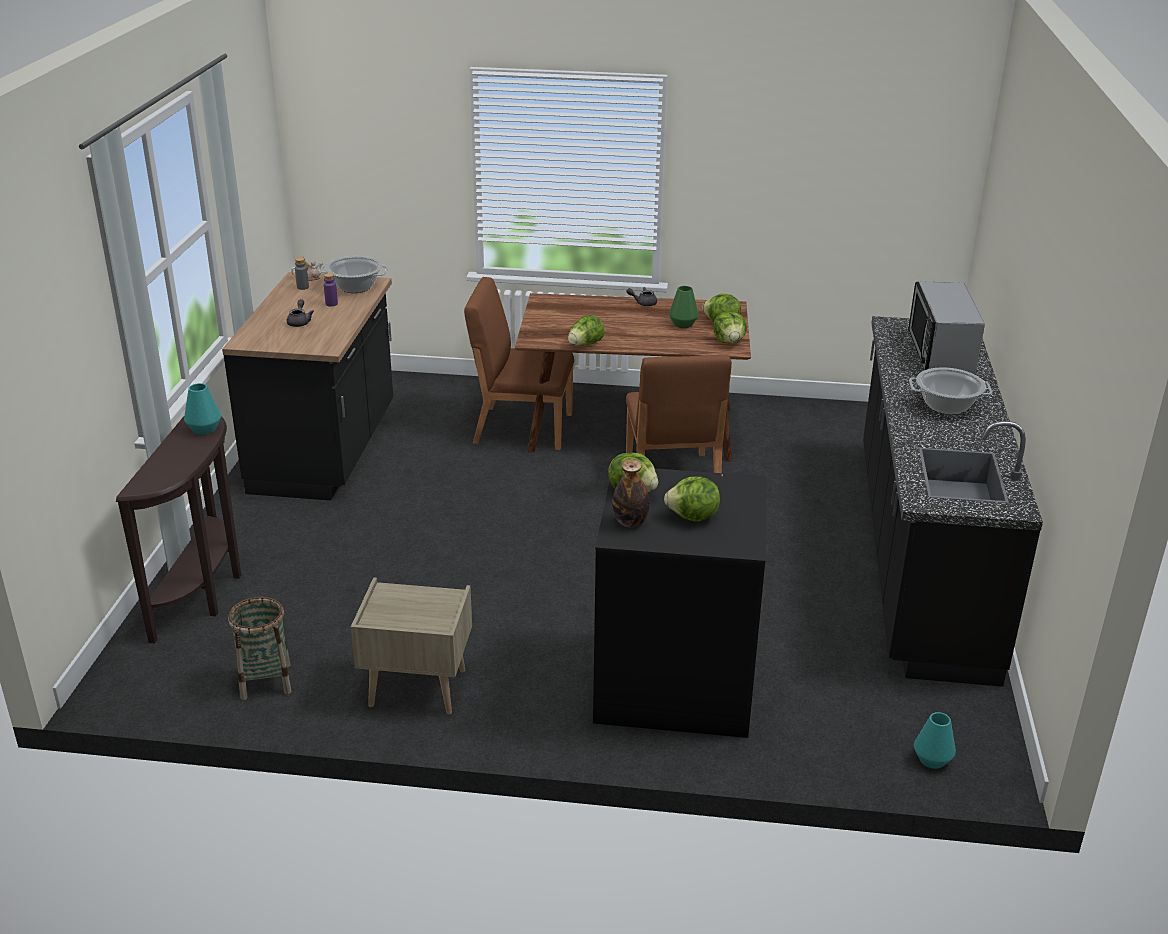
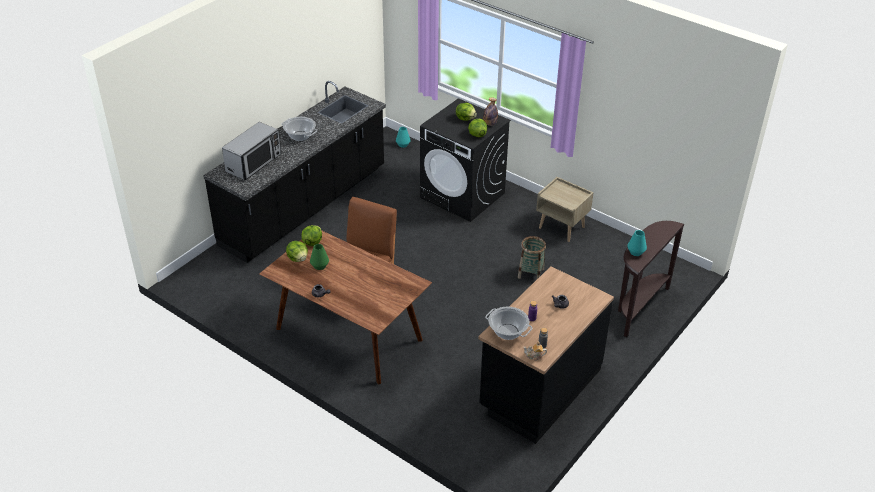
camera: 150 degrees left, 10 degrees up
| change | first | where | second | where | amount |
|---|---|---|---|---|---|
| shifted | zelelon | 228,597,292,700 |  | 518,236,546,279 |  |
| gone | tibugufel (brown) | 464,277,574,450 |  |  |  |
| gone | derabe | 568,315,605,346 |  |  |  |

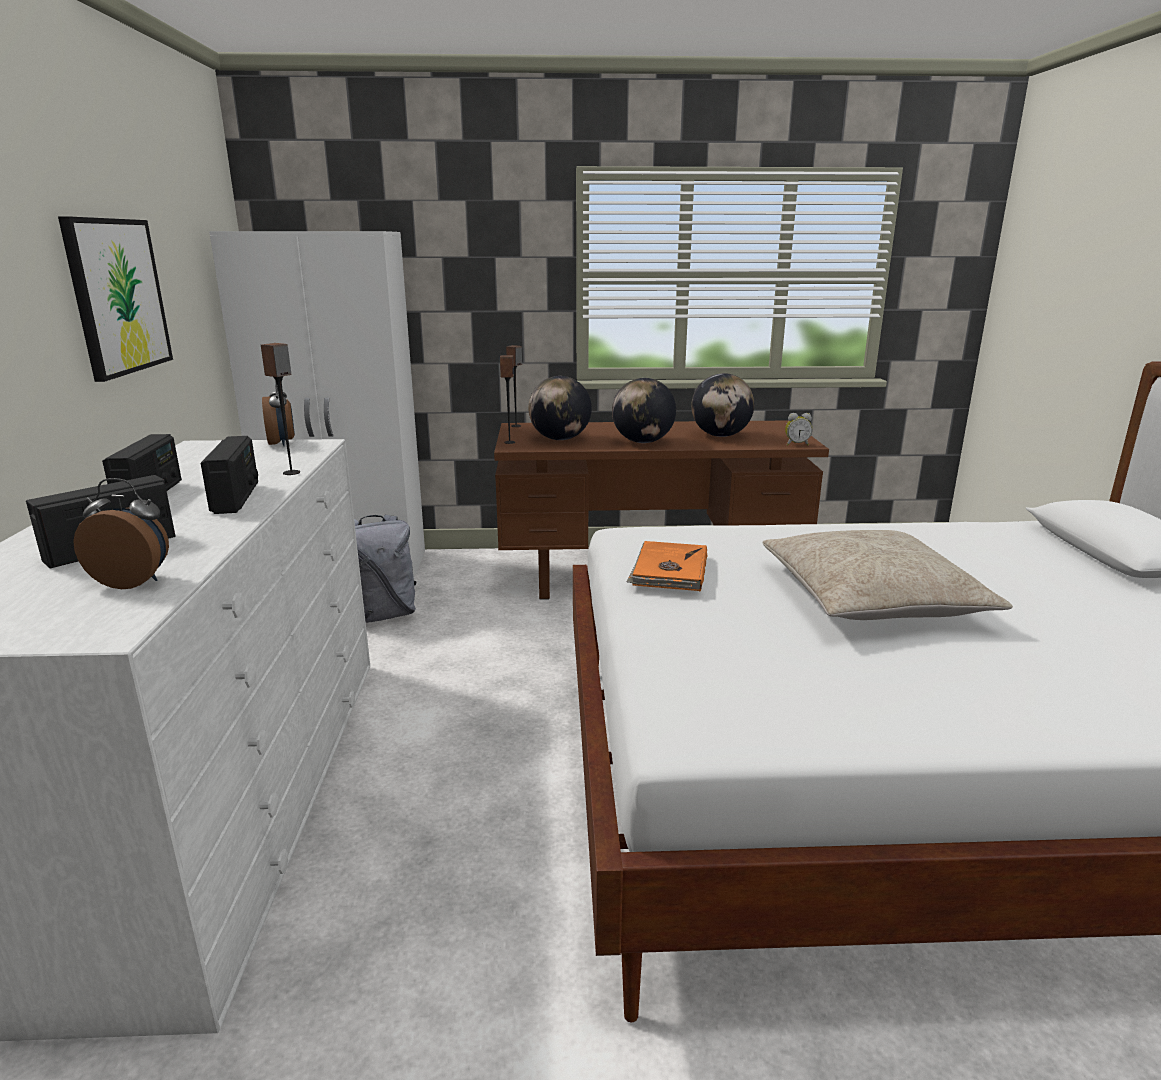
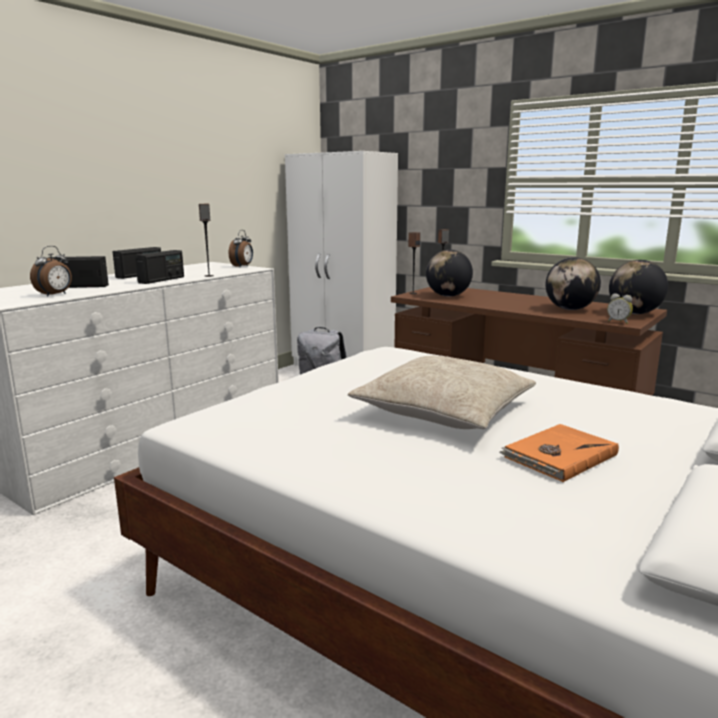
camera: 40 degrees right, 5 degrees down
| change | first | where | second | where | amount |
|---|---|---|---|---|---|
| gone | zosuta | 58,216,173,382 |  |  |  |
| rotated | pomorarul | 73,478,169,589 |  | 30,246,72,297 | 75 degrees clockwise |
| shifted | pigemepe | 612,378,676,443 |  | 609,260,668,314 |  |
| shifted | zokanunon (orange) | 626,541,707,591 |  | 499,424,619,482 |  |

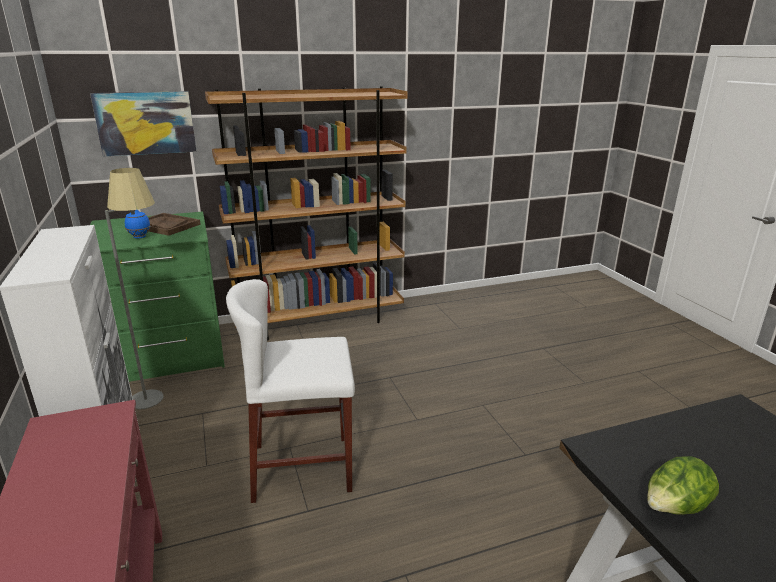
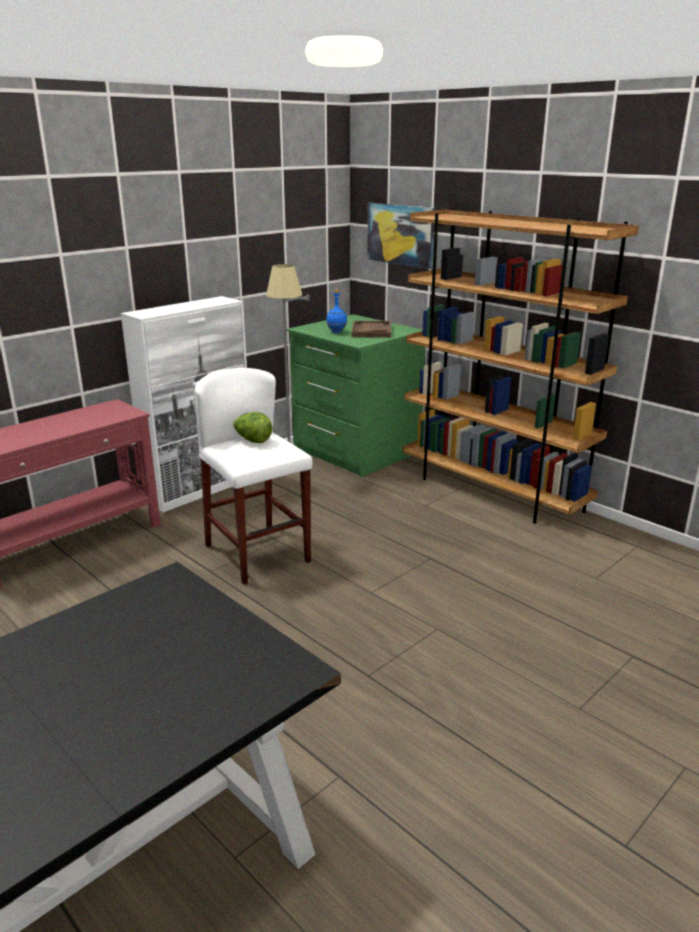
camera: 65 degrees right, 0 degrees up
| change | first | where | second | where | amount |
|---|---|---|---|---|---|
| shifted | derabe | 647,456,719,515 |  | 233,412,272,443 |  |

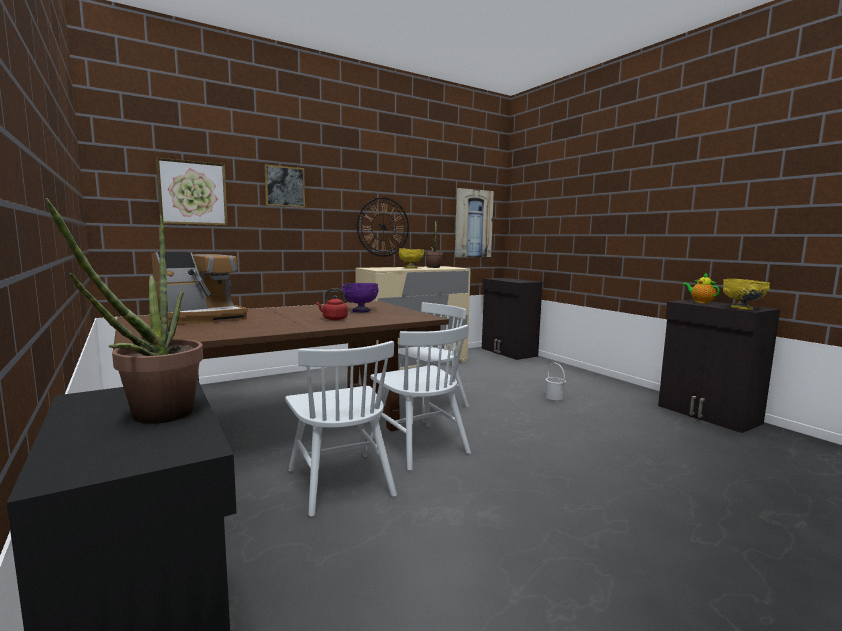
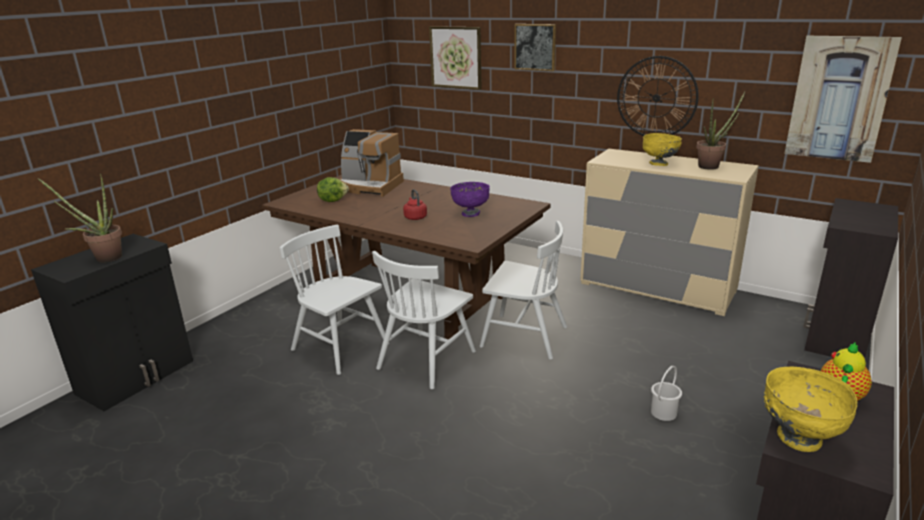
camera: 65 degrees right, 15 degrees up
| change | first | where | second | where | amount |
|---|---|---|---|---|---|
| rotated | tibugufel (white) | 285,341,397,517 |  | 280,225,389,375 | 90 degrees clockwise |
| new |  |  | derabe | 317,177,349,202 |  |

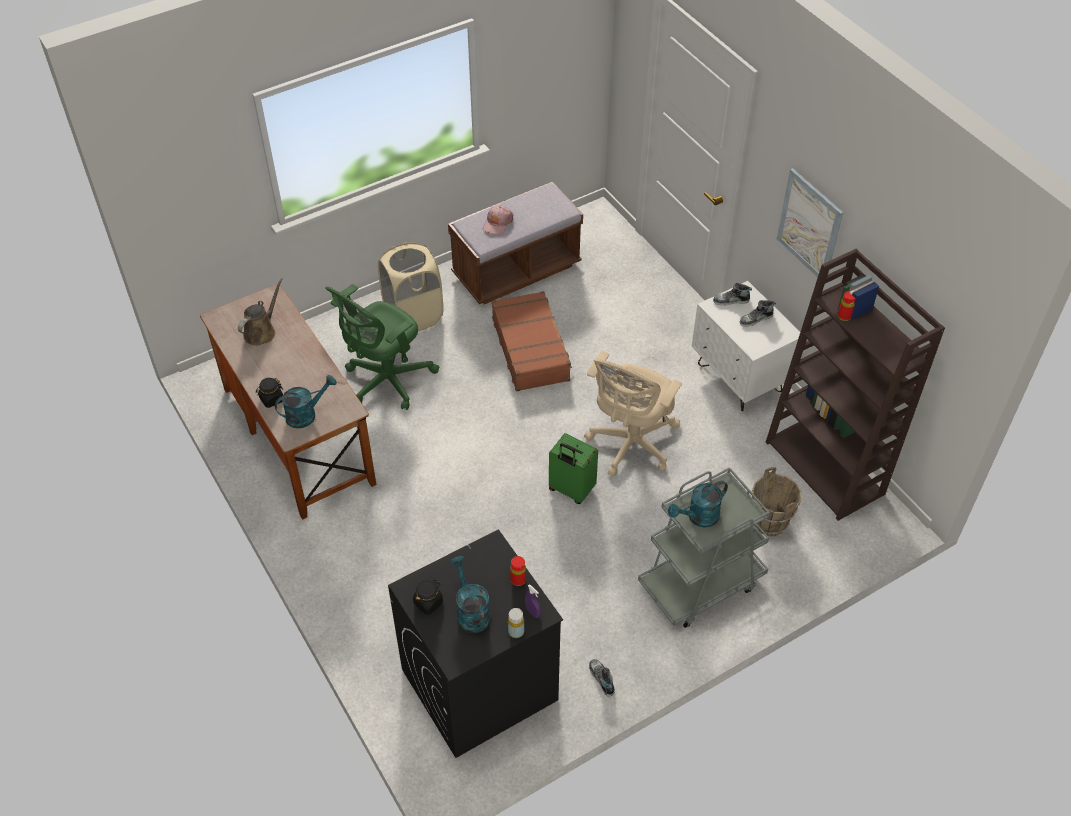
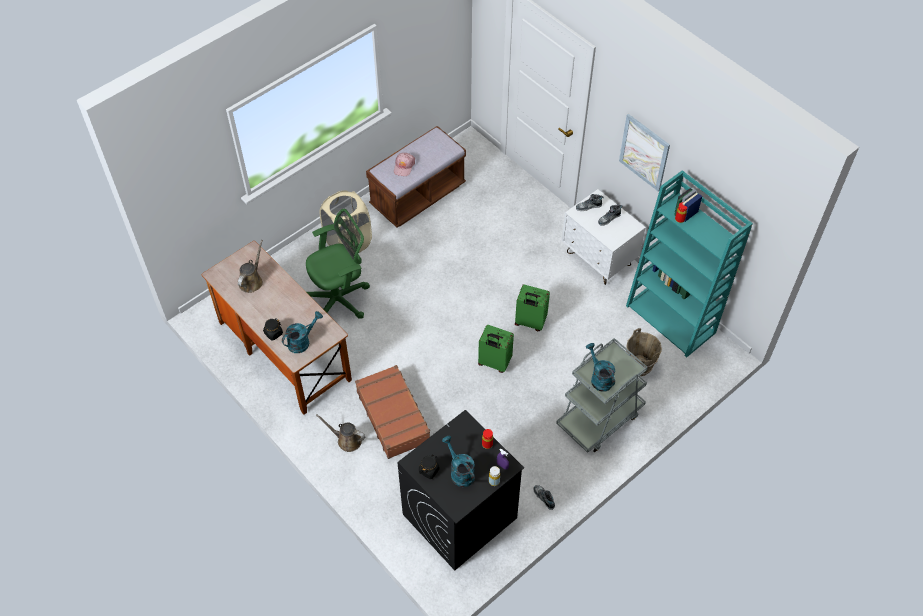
camera: 10 degrees left, 5 degrees up
| change | first | where | second | where | amount |
|---|---|---|---|---|---|
| rotated | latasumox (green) | 325,284,439,410 |  | 306,208,370,319 | 150 degrees counterclockwise |
| shifted | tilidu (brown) | 492,291,572,392 |  | 355,365,430,459 |  |
| swapped | latasumox (beige) | 584,351,682,477 | tilidu (green) | 515,284,550,331 |  |
| rotated | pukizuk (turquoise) | 668,480,728,528 |  | 586,343,615,392 | 105 degrees clockwise |
| repainted | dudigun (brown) | 765,249,945,521 | dudigun (turquoise) | 626,170,753,358 |  |
| new |  |  | pukizuk (brown) | 316,415,365,452 |  |

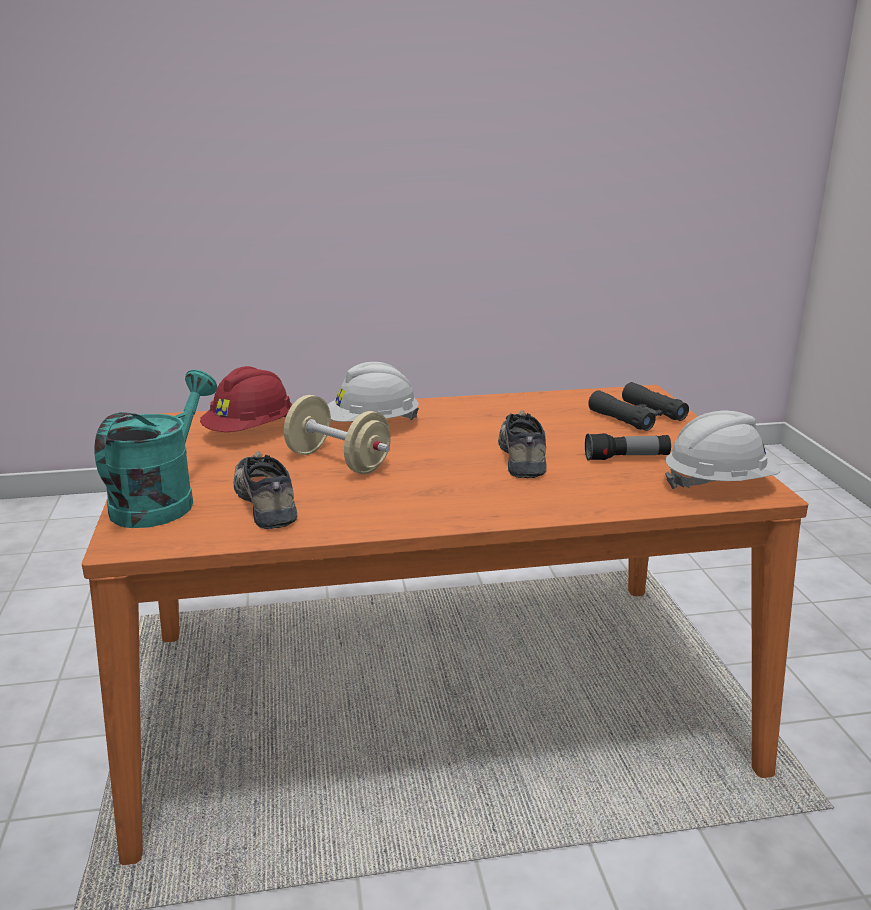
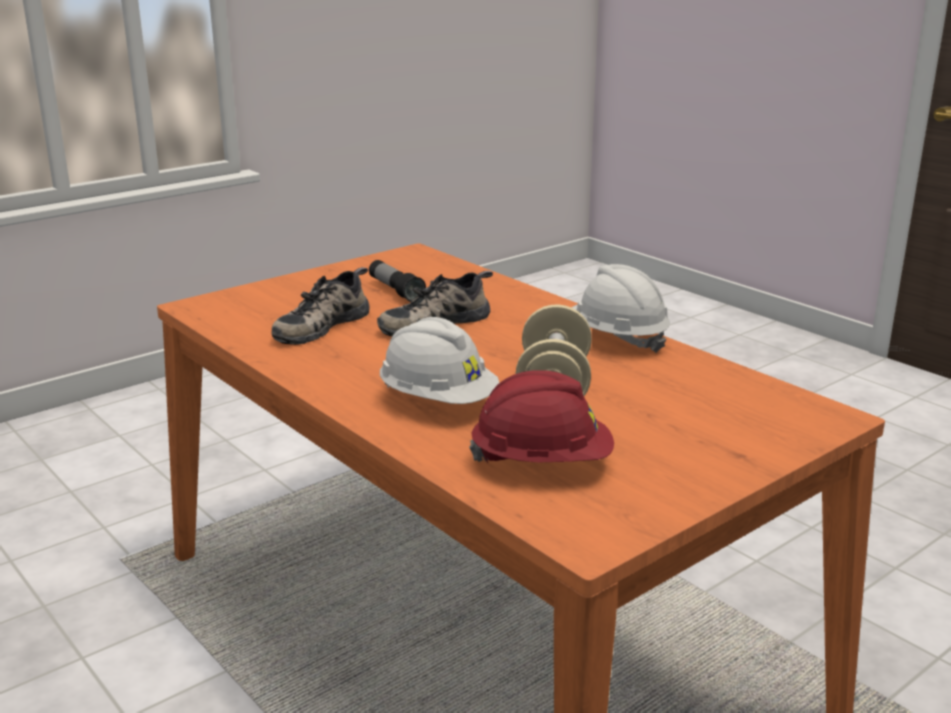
camera: 120 degrees left, 0 degrees up
| change | first | where | second | where | amount |
|---|---|---|---|---|---|
| gone | pukizuk (turquoise) | 95,370,217,528 |  |  |  |
| shifted | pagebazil | 233,451,297,529 |  | 272,267,369,345 |  |
| gone | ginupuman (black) | 588,382,689,431 |  |  |  |
| shifted | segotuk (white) | 665,411,781,489 |  | 571,264,670,353 |  |

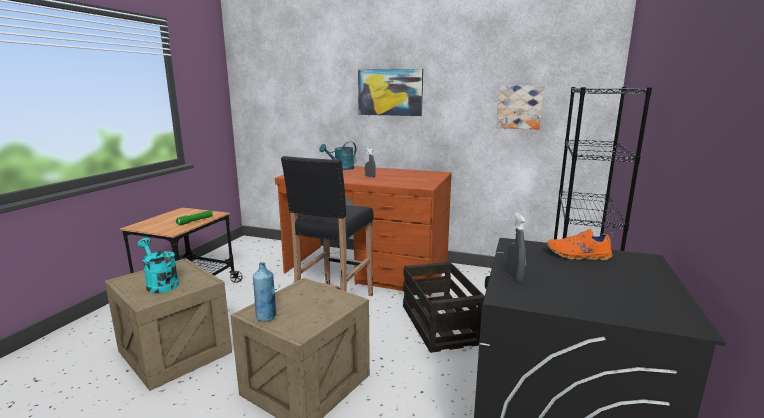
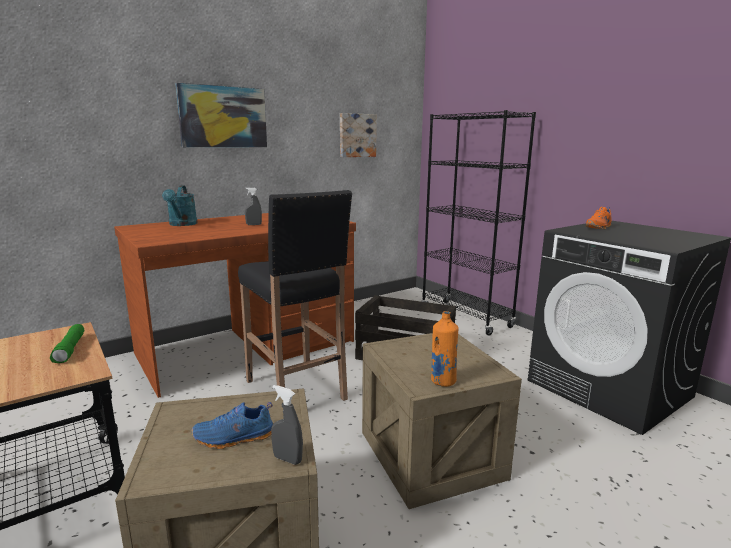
camera: 55 degrees left, 0 degrees up
| change | first | where | second | where | amount |
|---|---|---|---|---|---|
| swapped | pukizuk (turquoise) | 138,238,179,293 | pagebazil (blue) | 191,402,273,449 |  |
| repainted | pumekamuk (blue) | 253,262,276,322 | pumekamuk (orange) | 431,311,459,387 |  |
| shifted | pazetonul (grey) | 506,212,526,282 |  | 271,385,303,465 |  |

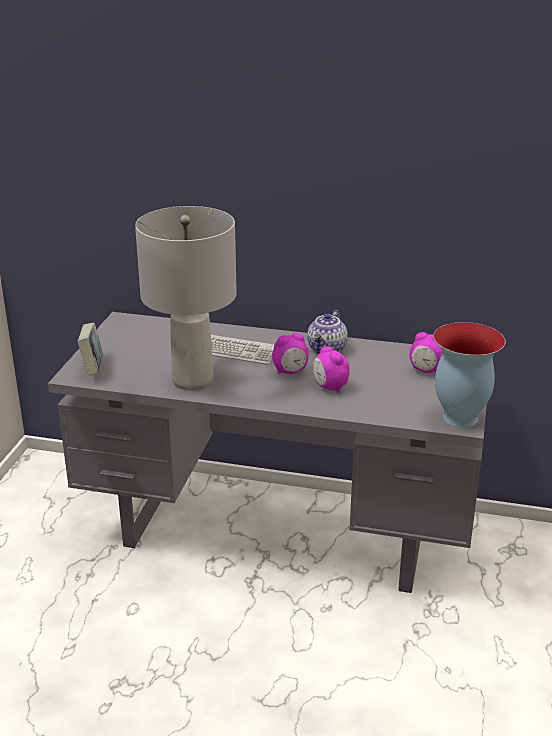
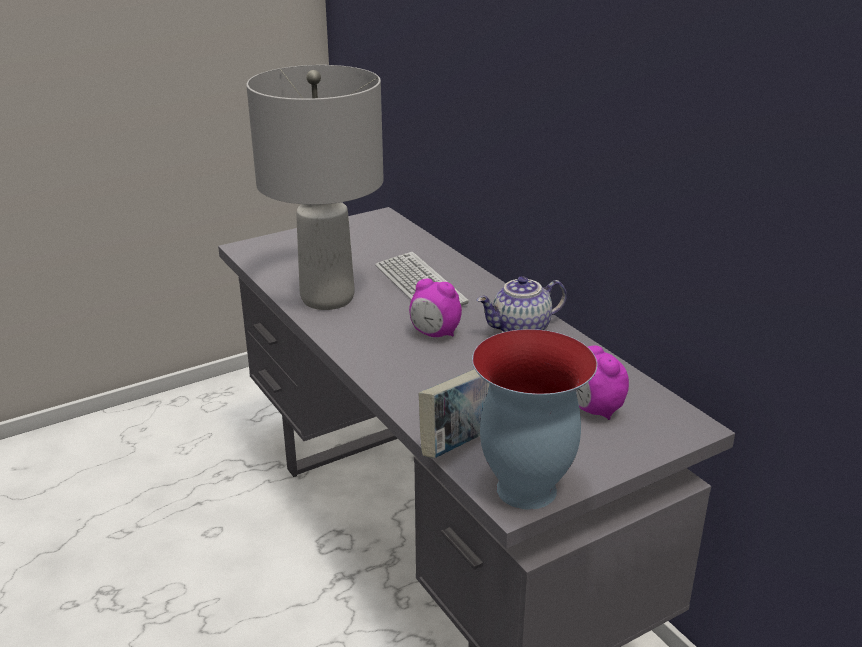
camera: 45 degrees right, 0 degrees up
| change | first | where | second | where | amount |
|---|---|---|---|---|---|
| shifted | zokanunon | 77,323,103,376 |  | 419,369,489,458 |  |
| gone | pomorarul | 313,346,350,393 |  |  |  |

